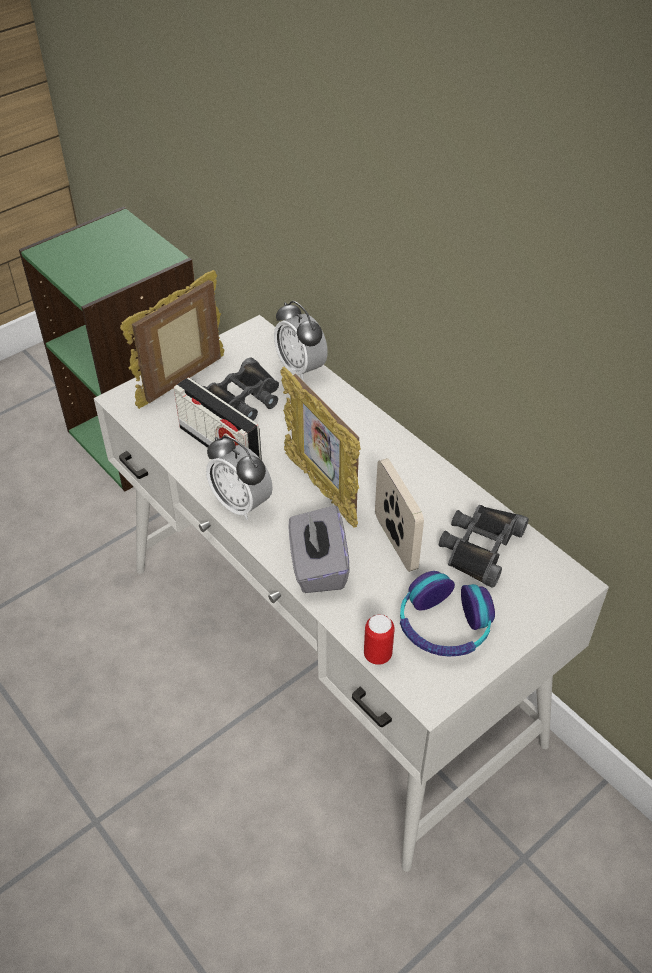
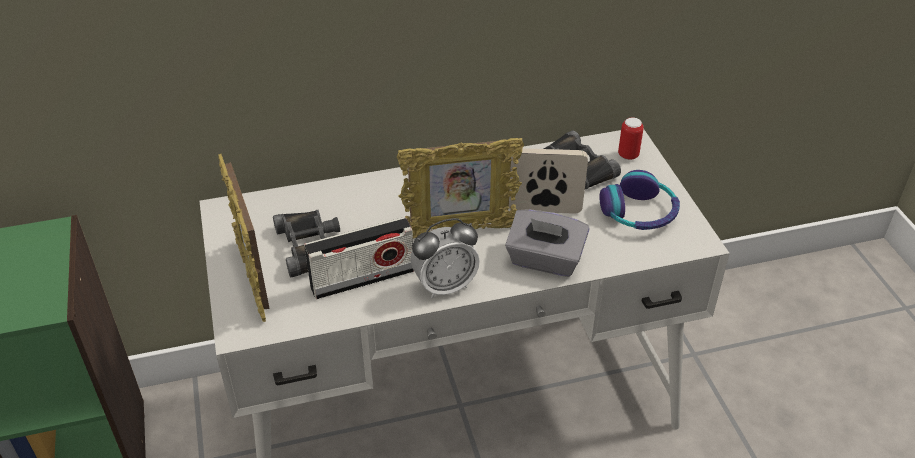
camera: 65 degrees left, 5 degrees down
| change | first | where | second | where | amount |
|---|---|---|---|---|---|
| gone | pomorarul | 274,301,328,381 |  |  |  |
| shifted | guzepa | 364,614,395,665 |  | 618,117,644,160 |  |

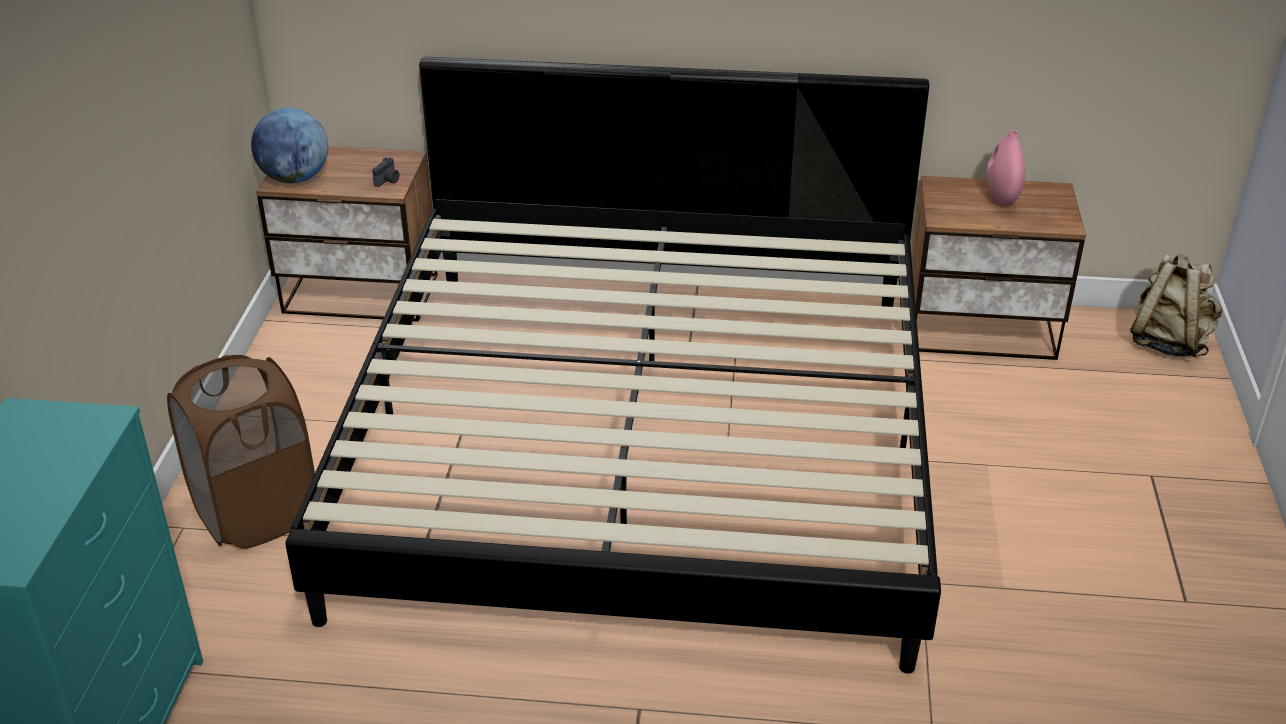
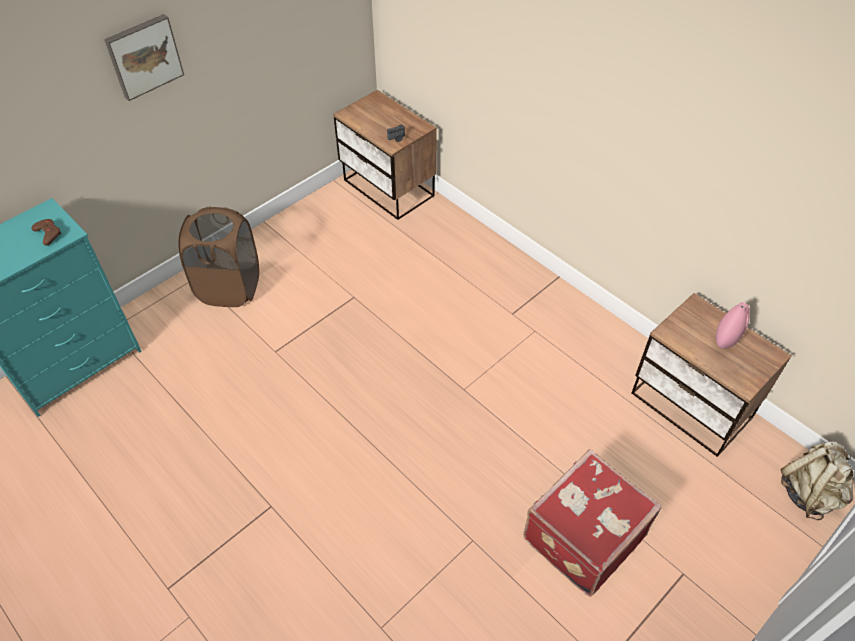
camera: 40 degrees right, 15 degrees up
| change | first | where | second | where | amount |
|---|---|---|---|---|---|
| gone | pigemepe | 251,108,328,183 |  |  |  |
| gone | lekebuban | 285,57,941,674 |  |  |  |
| new |  |  | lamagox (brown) | 32,219,61,246 |  |
| new |  |  | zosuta | 104,14,184,101 |  |
| new |  |  | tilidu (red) | 523,449,662,597 |  |

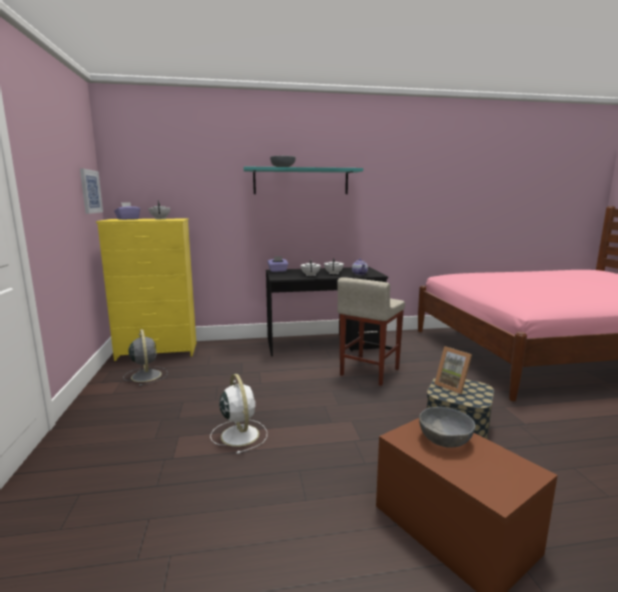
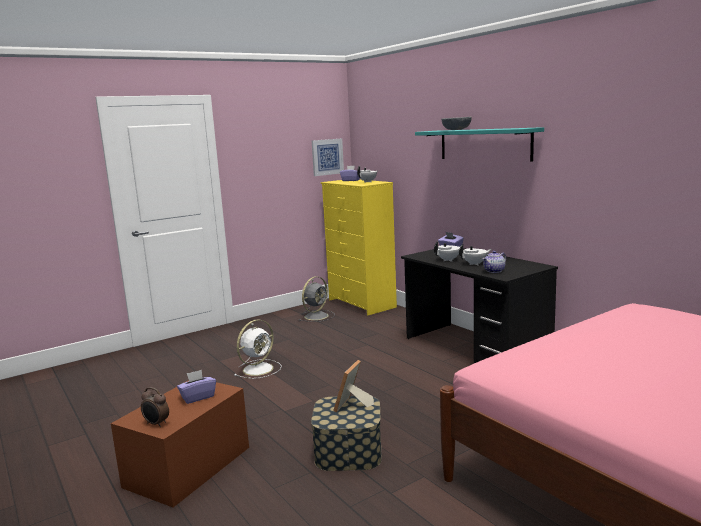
camera: 65 degrees right, 0 degrees up
| change | first | where | second | where | amount |
|---|---|---|---|---|---|
| gone | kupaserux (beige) | 337,277,405,386 |  |  |  |
| swapped | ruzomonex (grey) | 419,407,475,448 | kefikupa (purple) | 177,370,216,404 |  |
| new |  |  | pomorarul | 141,387,169,427 |  |

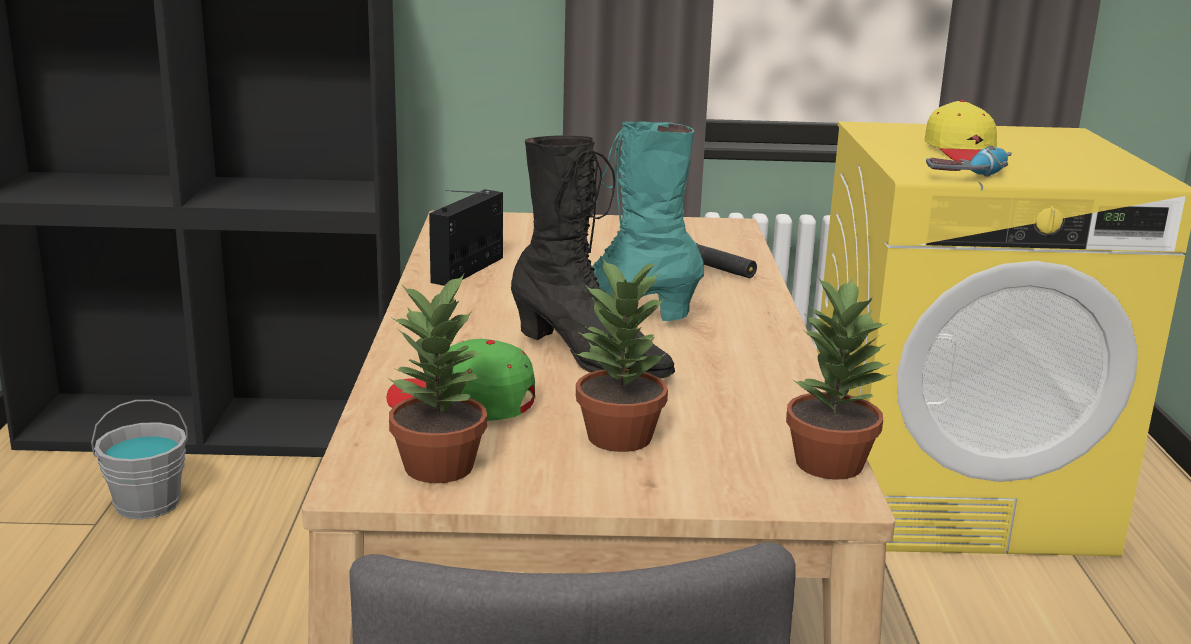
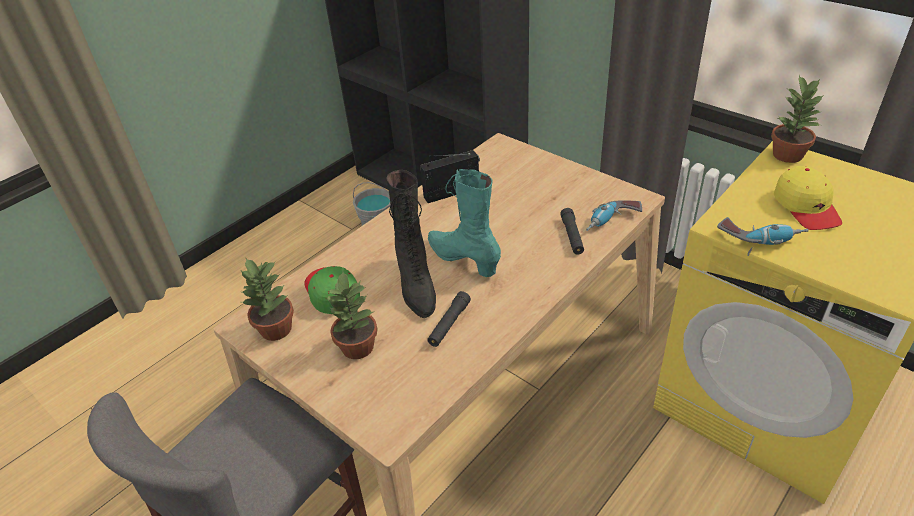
camera: 45 degrees right, 20 degrees up
| change | first | where | second | where | amount |
|---|---|---|---|---|---|
| shifted | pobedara | 786,275,892,480 |  | 771,75,824,163 |  |
| rotated | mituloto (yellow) | 924,100,997,162 |  | 774,166,842,230 | 45 degrees counterclockwise |
| new |  |  | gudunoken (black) | 427,291,471,347 |  |
| new |  |  | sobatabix | 586,200,642,231 |  |

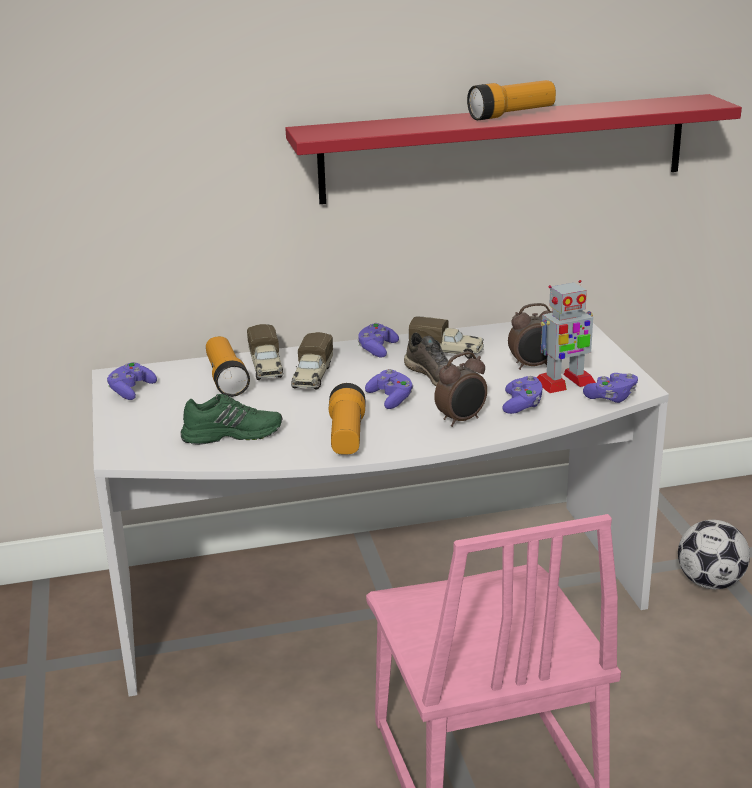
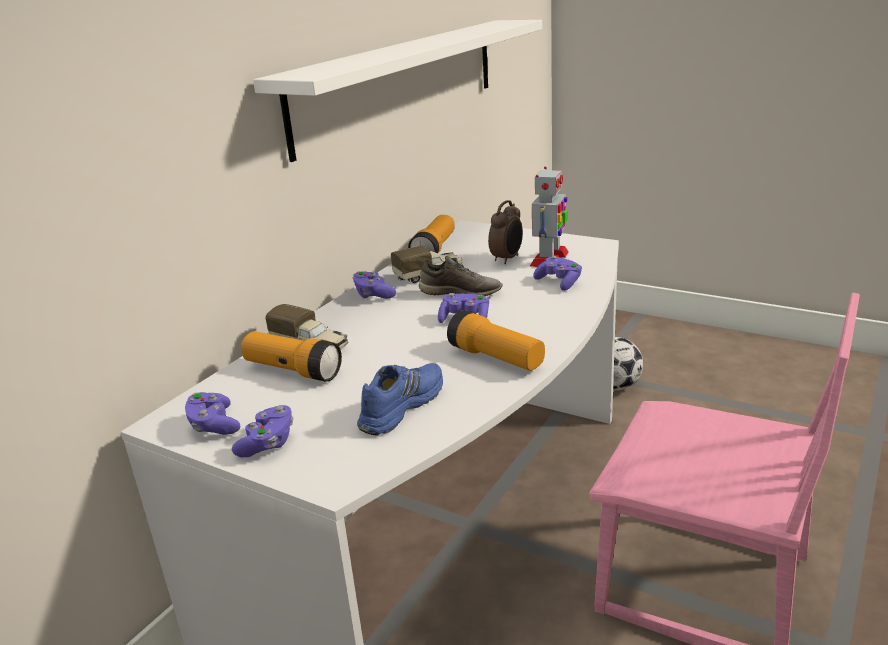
camera: 45 degrees left, 0 degrees up
| change | first | where | second | where | amount |
|---|---|---|---|---|---|
| repainted | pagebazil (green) | 180,394,282,445 | pagebazil (blue) | 357,363,443,436 |  |
| repainted | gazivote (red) | 285,94,742,204 | gazivote (white) | 253,20,542,162 |  |
| gone | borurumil | 291,332,333,390 |  |  |  |
| gone | pomorarul | 434,352,487,427 |  |  |  |
| shifted | gudunoken | 467,80,556,120 |  | 408,215,455,254 |  |
| shifted | lamagox (purple) | 583,373,638,403 |  | 232,405,293,457 |  |

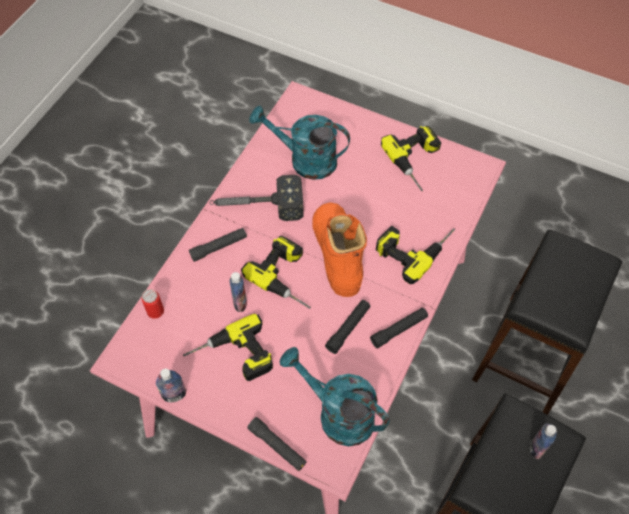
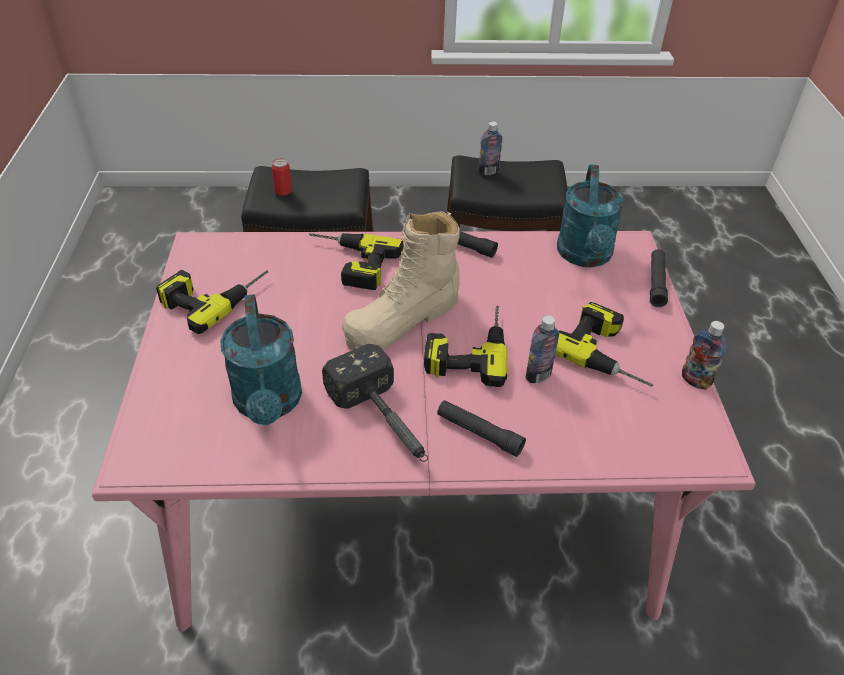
camera: 120 degrees left, 15 degrees down
| change | first | where | second | where | amount |
|---|---|---|---|---|---|
| shifted | guzepa | 142,289,164,319 |  | 272,158,292,196 |  |
| repainted | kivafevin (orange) | 312,202,367,297 | kivafevin (beige) | 342,211,460,350 |  |
| gone | gudunoken (black) | 325,300,370,354 |  |  |  |

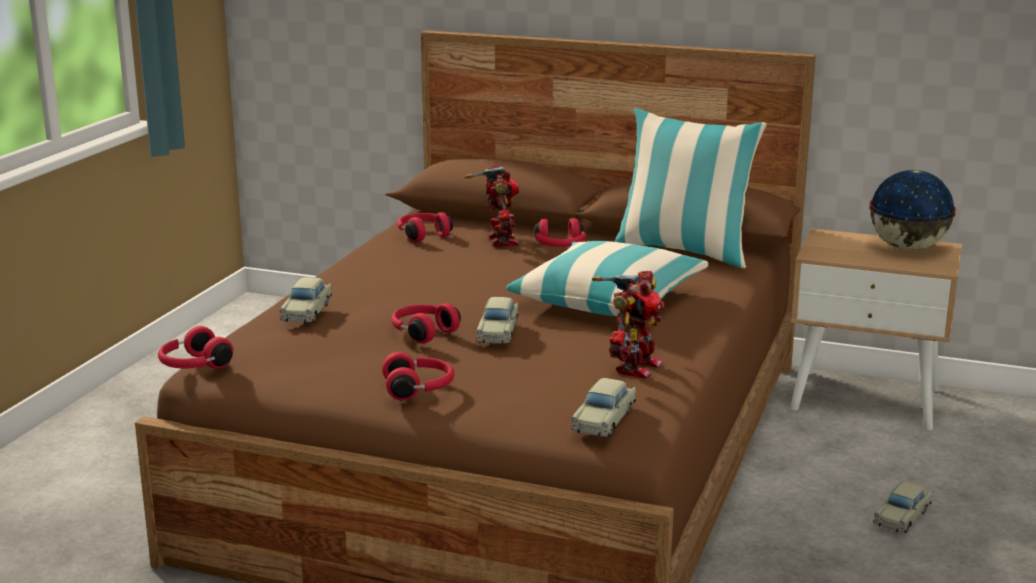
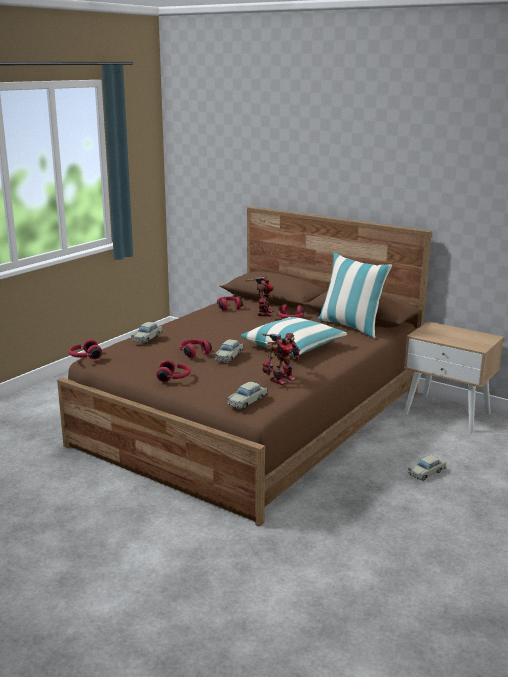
camera: 15 degrees right, 0 degrees up
| change | first | where | second | where | amount |
|---|---|---|---|---|---|
| gone | pigemepe | 869,170,956,250 |  |  |  |

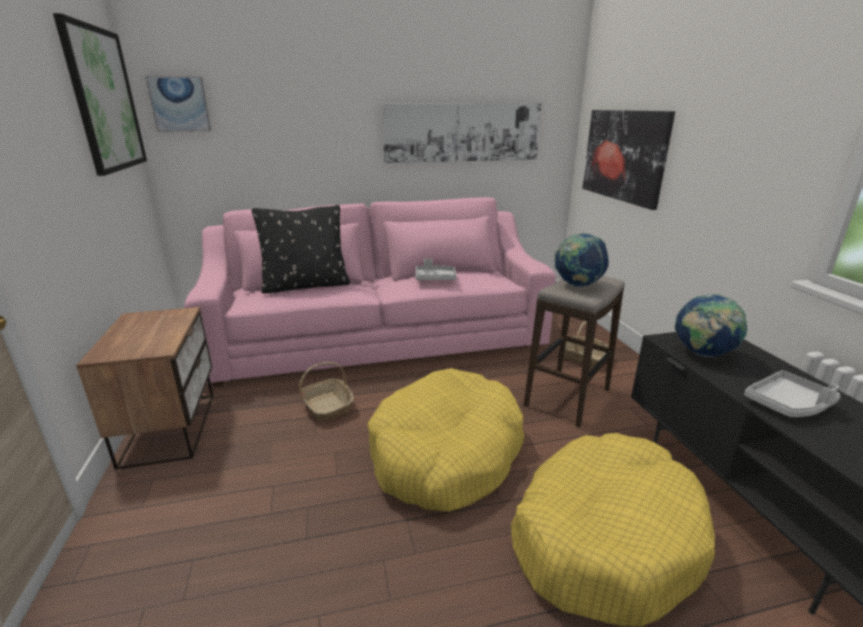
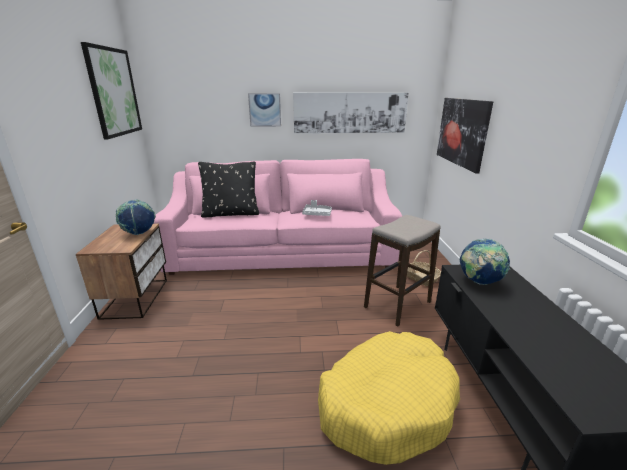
camera: 10 degrees right, 0 degrees up
| change | first | where | second | where | amount |
|---|---|---|---|---|---|
| shifted | zosuta | 145,76,211,132 |  | 248,93,281,127 |  |
| gone | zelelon | 299,362,354,422 |  |  |  |
| gone | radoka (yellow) | 367,368,525,512 |  |  |  |
| shifted | pigemepe | 554,233,609,287 |  | 116,199,156,235 |  |
| gone | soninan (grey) | 744,370,841,417 |  |  |  |

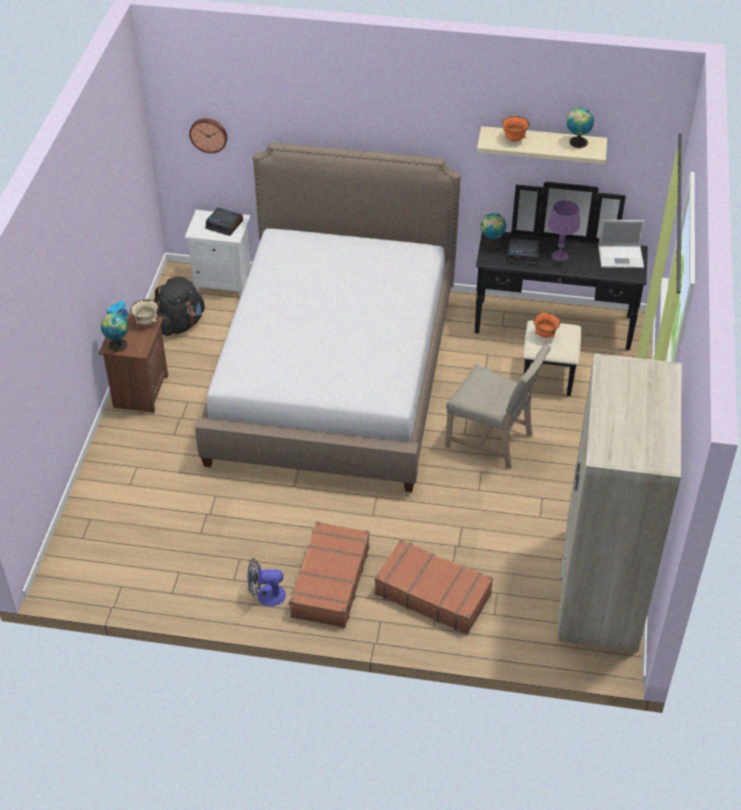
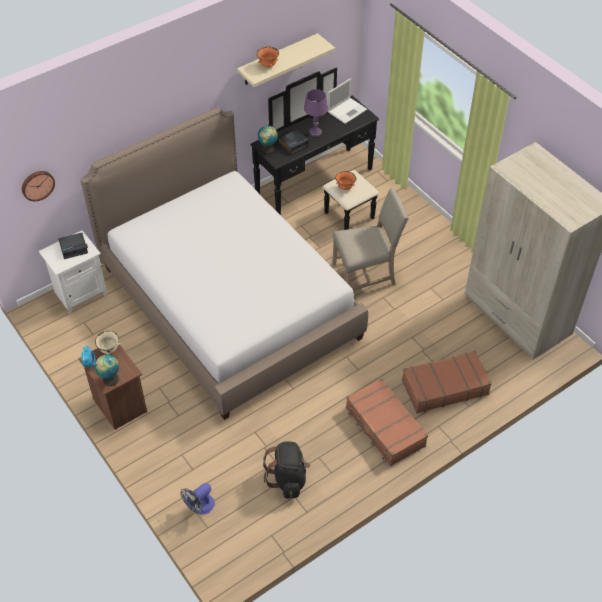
camera: 45 degrees left, 5 degrees up
| change | first | where | second | where | amount |
|---|---|---|---|---|---|
| shifted | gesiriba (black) | 153,277,205,336 |  | 263,441,310,499 |  |
| shifted | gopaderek | 247,558,286,606 |  | 180,483,215,515 |  |
| gone | pigemepe | 566,108,594,148 |  |  |  |

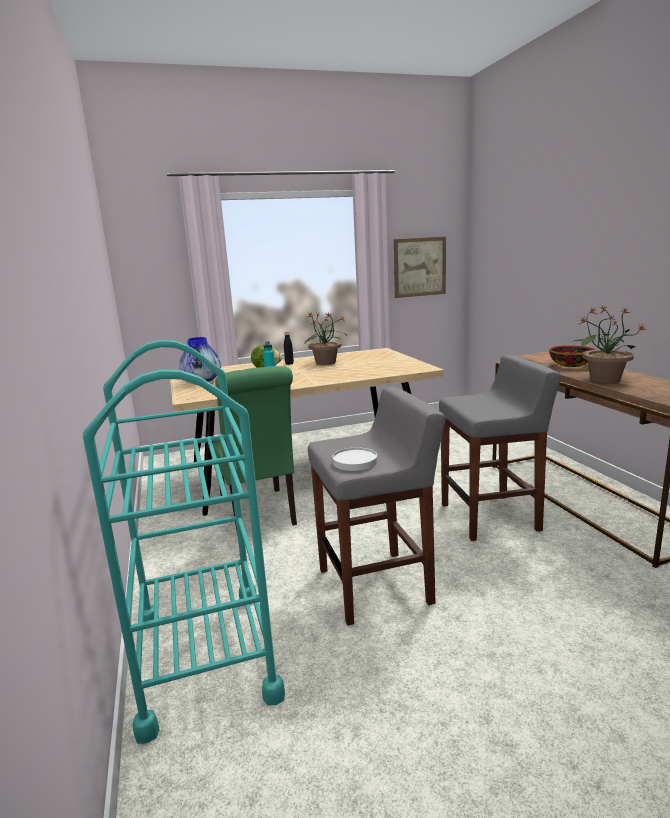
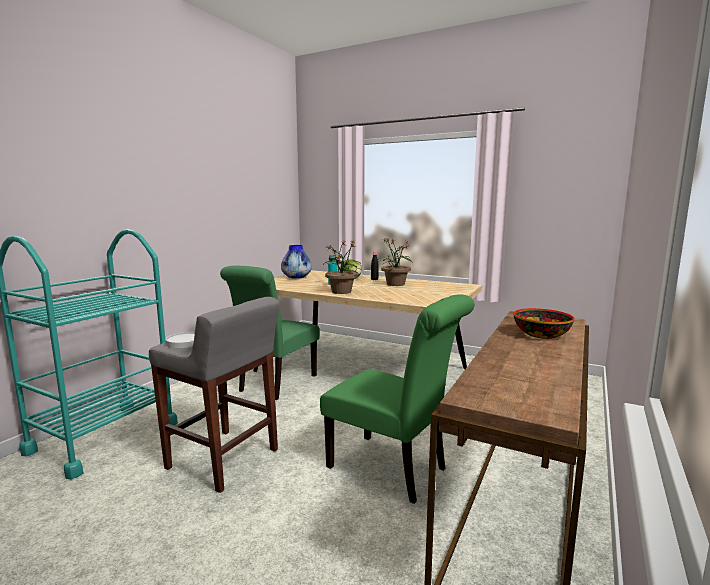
camera: 45 degrees right, 5 degrees down
| change | first | where | second | where | amount |
|---|---|---|---|---|---|
| gone | zosuta | 394,237,446,298 |  |  |  |
| swapped | kupaserux (grey) | 439,355,561,541 | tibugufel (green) | 320,294,475,504 |  |
| shifted | pobedara | 571,306,645,383 |  | 324,240,361,294 |  |

